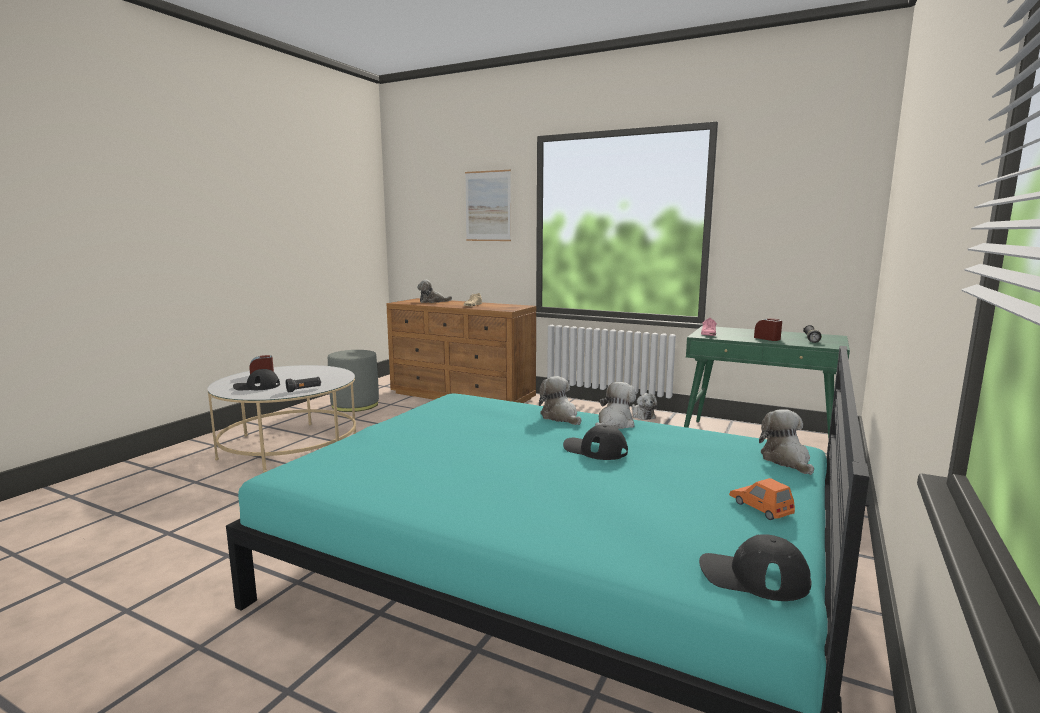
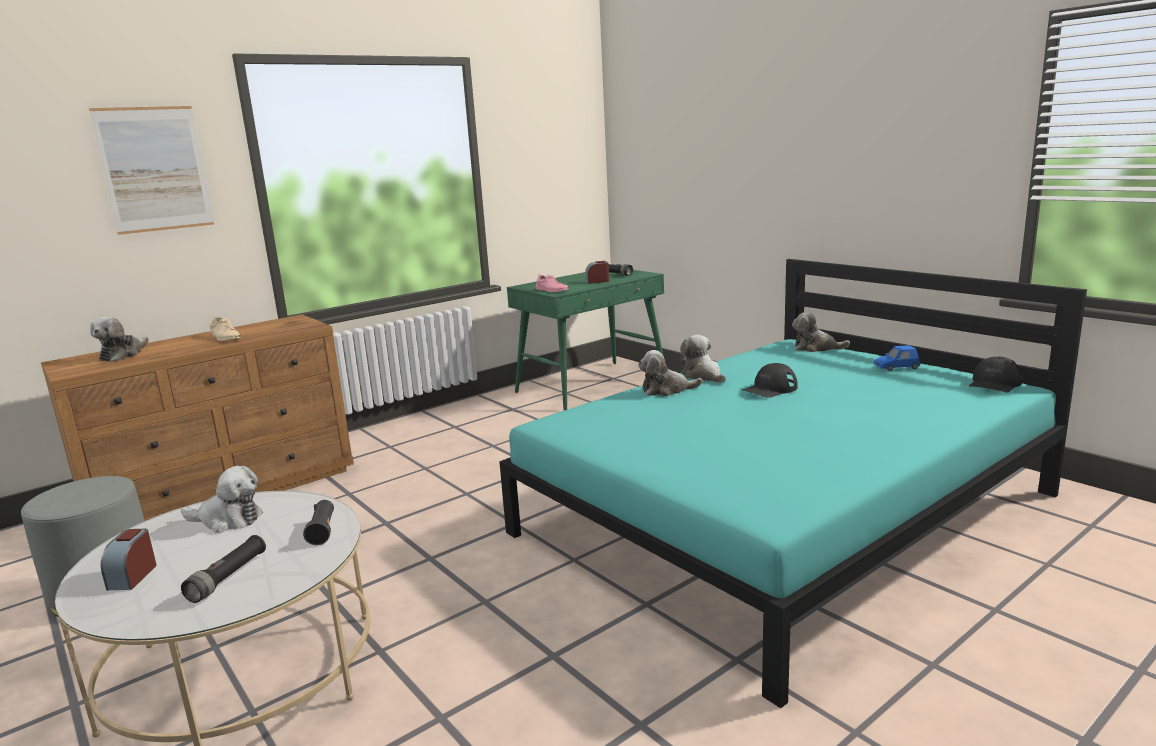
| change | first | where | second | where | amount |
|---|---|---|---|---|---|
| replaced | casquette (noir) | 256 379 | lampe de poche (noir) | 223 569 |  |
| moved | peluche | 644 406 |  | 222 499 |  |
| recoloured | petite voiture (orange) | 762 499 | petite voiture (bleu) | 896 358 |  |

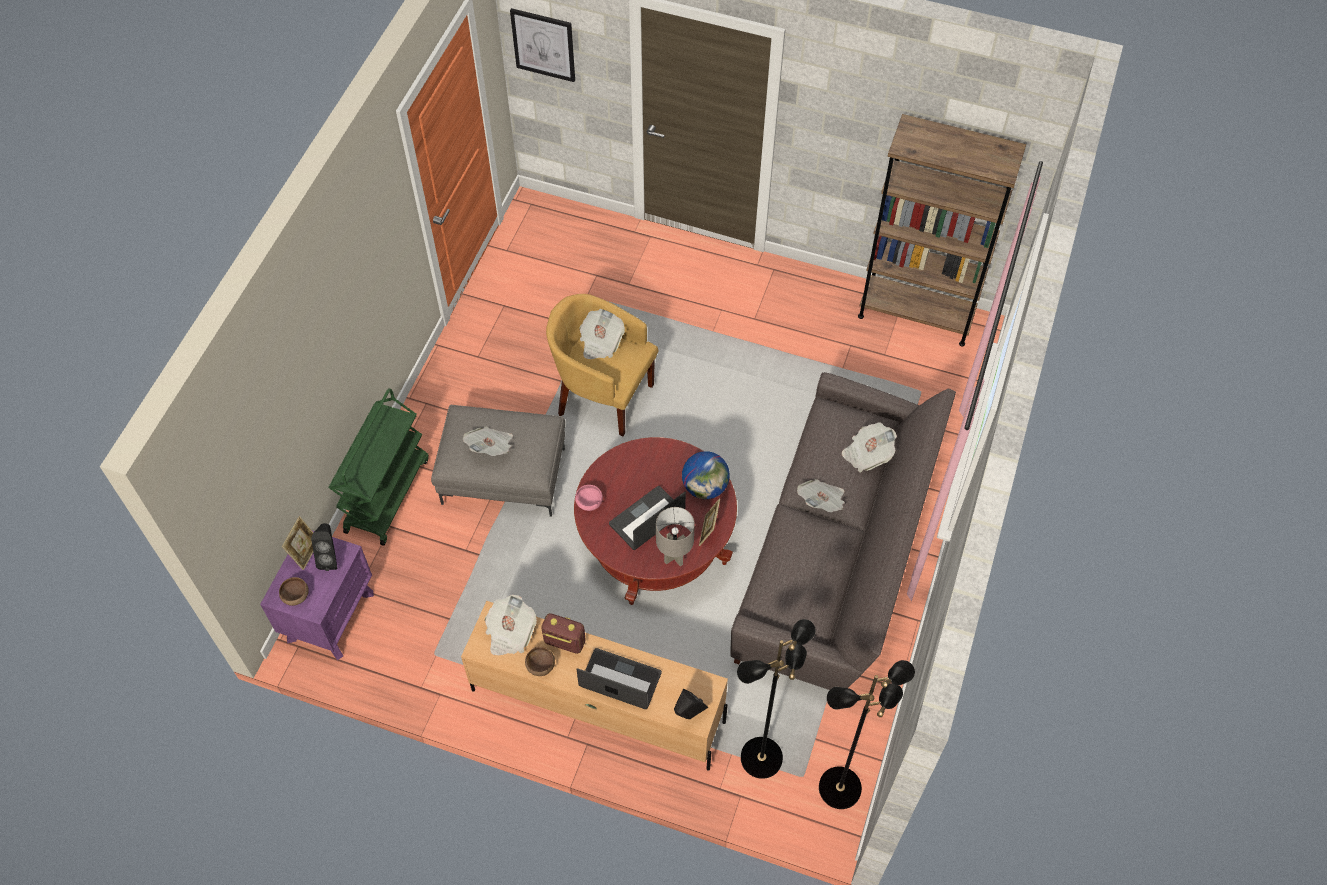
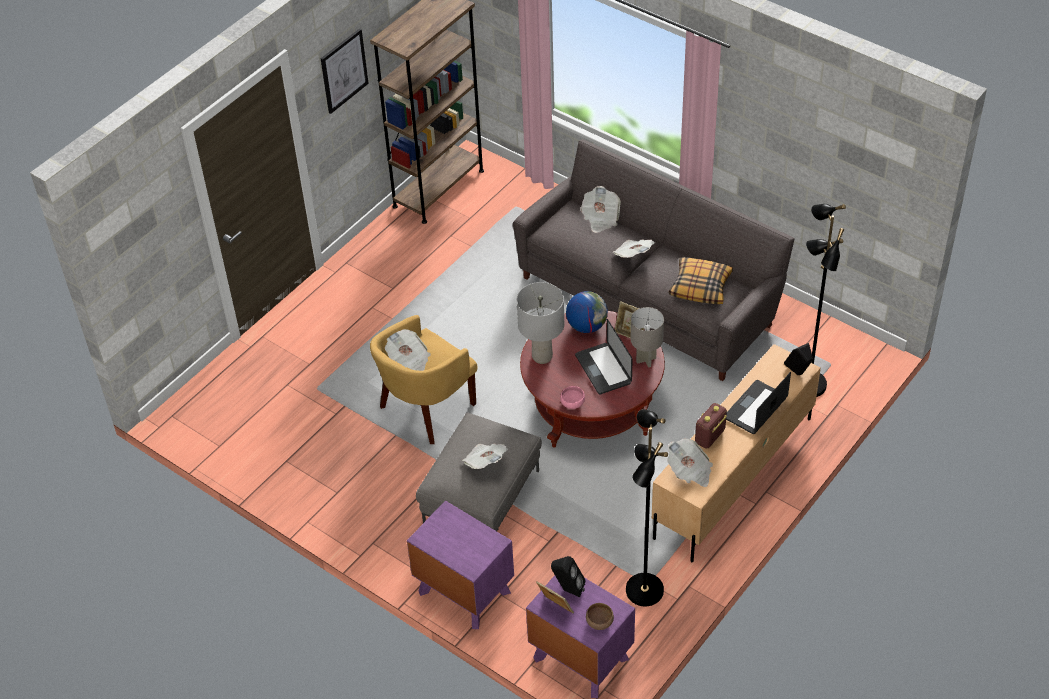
| change | first | where | second | where | amount |
|---|---|---|---|---|---|
| moved | tableau | 542 45 |  | 345 71 |  |
| replaced | chariot (vert) | 379 467 | table de chevet (violet) | 460 565 |  |
| removed | bol (marron) | 540 661 |  |  |  |
| moved | lampadaire (noir) | 867 734 |  | 647 507 |  |
| added |  |  | coussin | 701 280 |  |
| added |  |  | lampe de table (gris) | 540 323 |  |

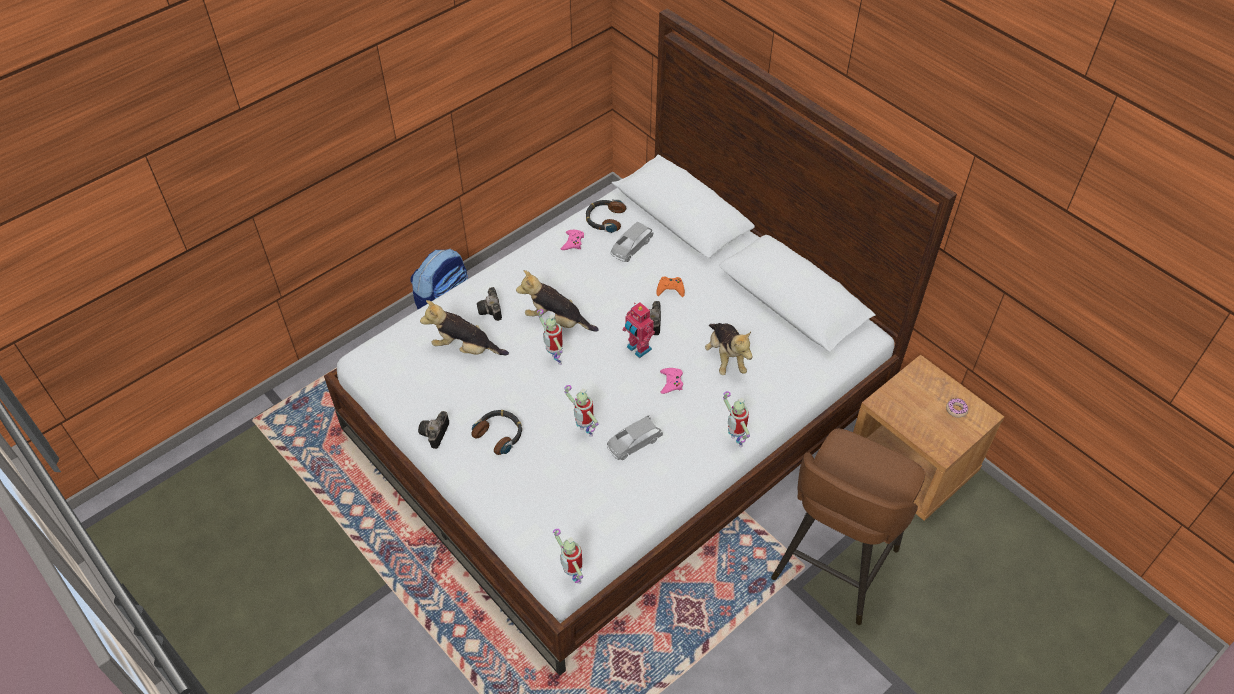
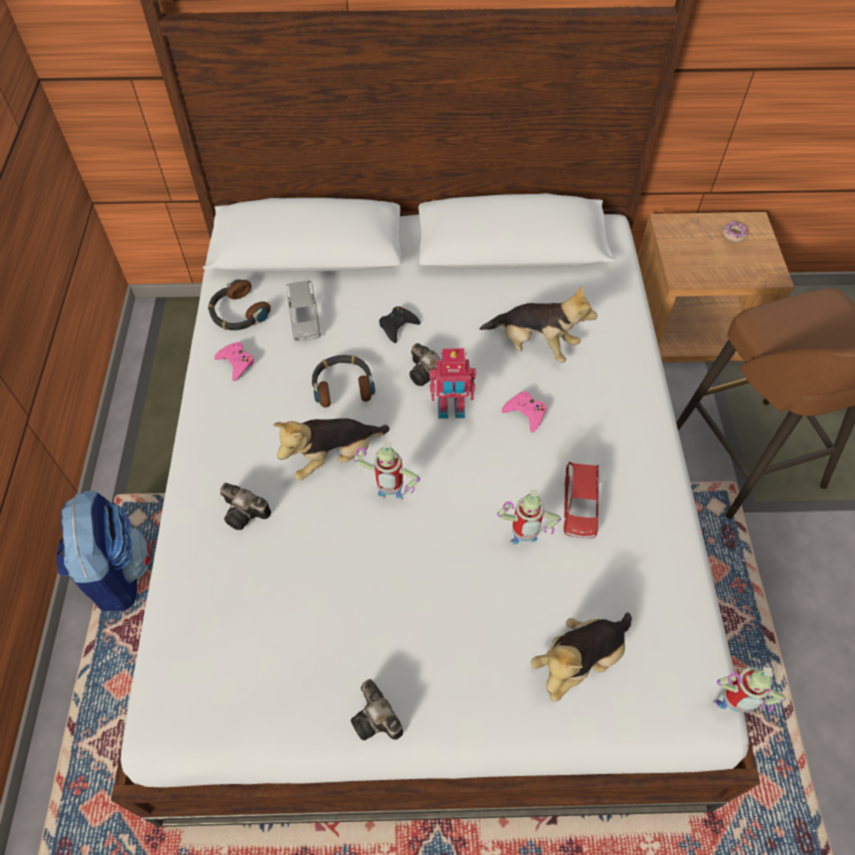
| change | first | where | second | where | amount |
|---|---|---|---|---|---|
| recoloured | manette (orange) | 670 287 | manette (noir) | 399 324 |  |
| moved | peluche | 464 327 |  | 581 657 |  |
| removed | robot jouet | 736 419 |  |  |  |
| moved | casque audio | 496 432 |  | 343 381 |  |
| recoloured | petite voiture (gris) | 635 438 | petite voiture (rouge) | 581 500 |  |

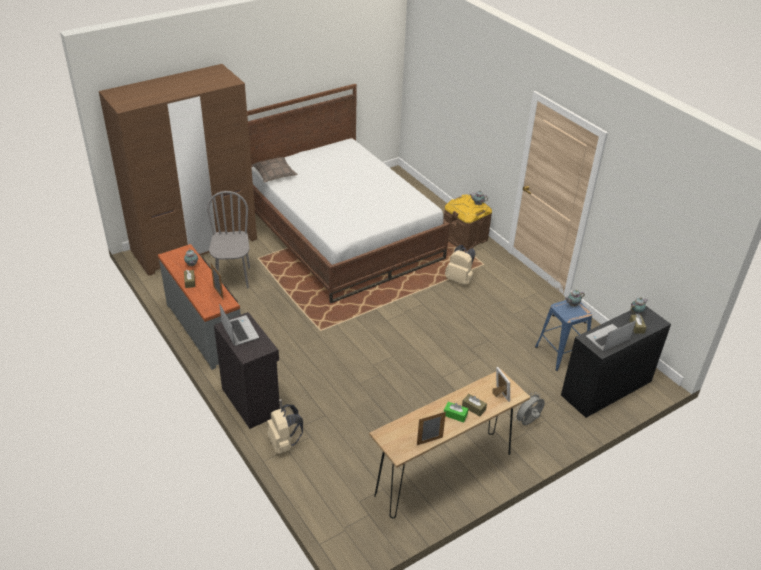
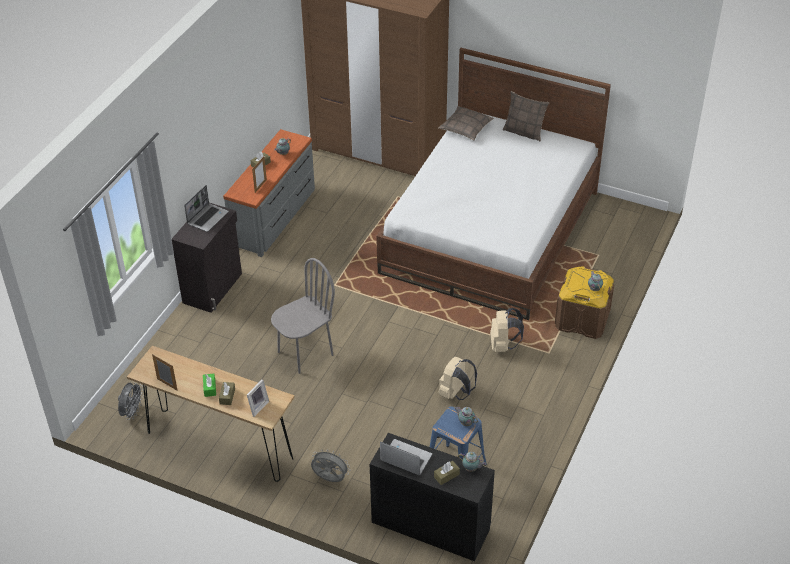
| change | first | where | second | where | amount |
|---|---|---|---|---|---|
| moved | chaise (gris) | 228 240 |  | 303 316 |  |
| moved | sac à dos (beige) | 285 428 |  | 457 378 |  |
| added |  |  | coussin | 526 116 |  |
| added |  |  | ventilateur (gris) | 130 401 |  |

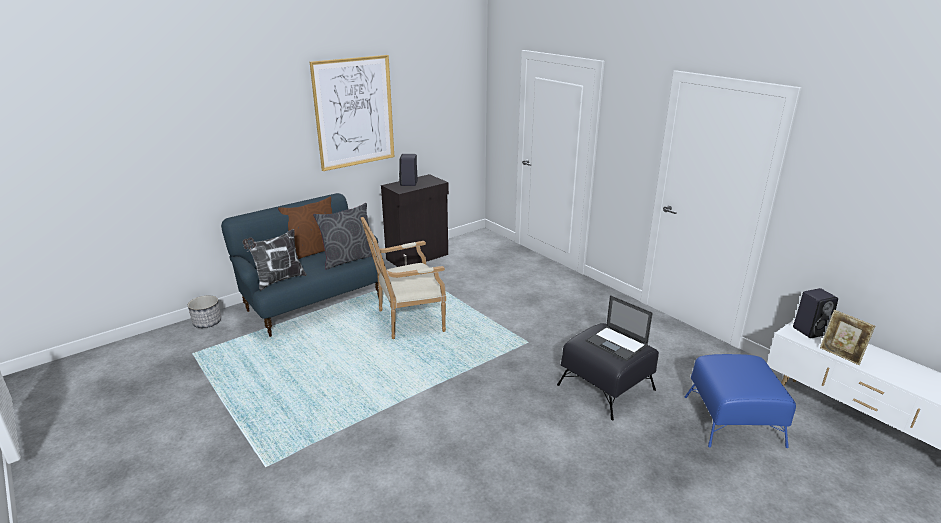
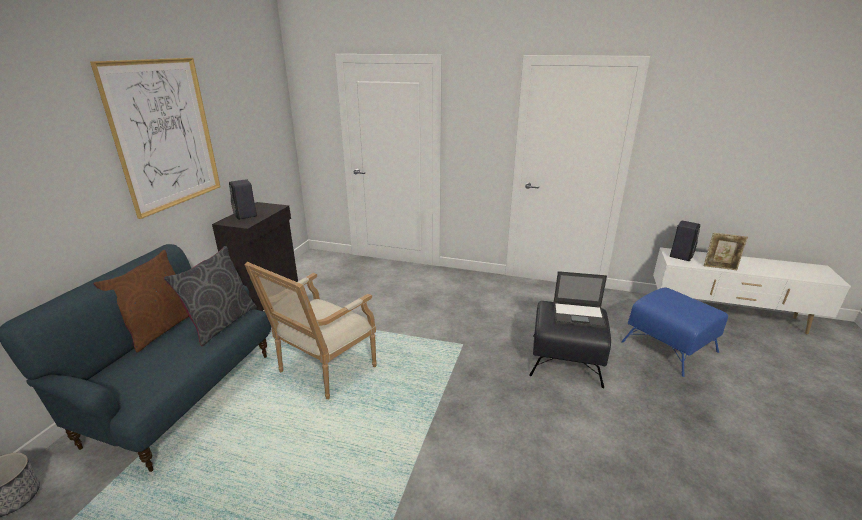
| change | first | where | second | where | amount |
|---|---|---|---|---|---|
| removed | coussin | 275 259 |  |  |  |

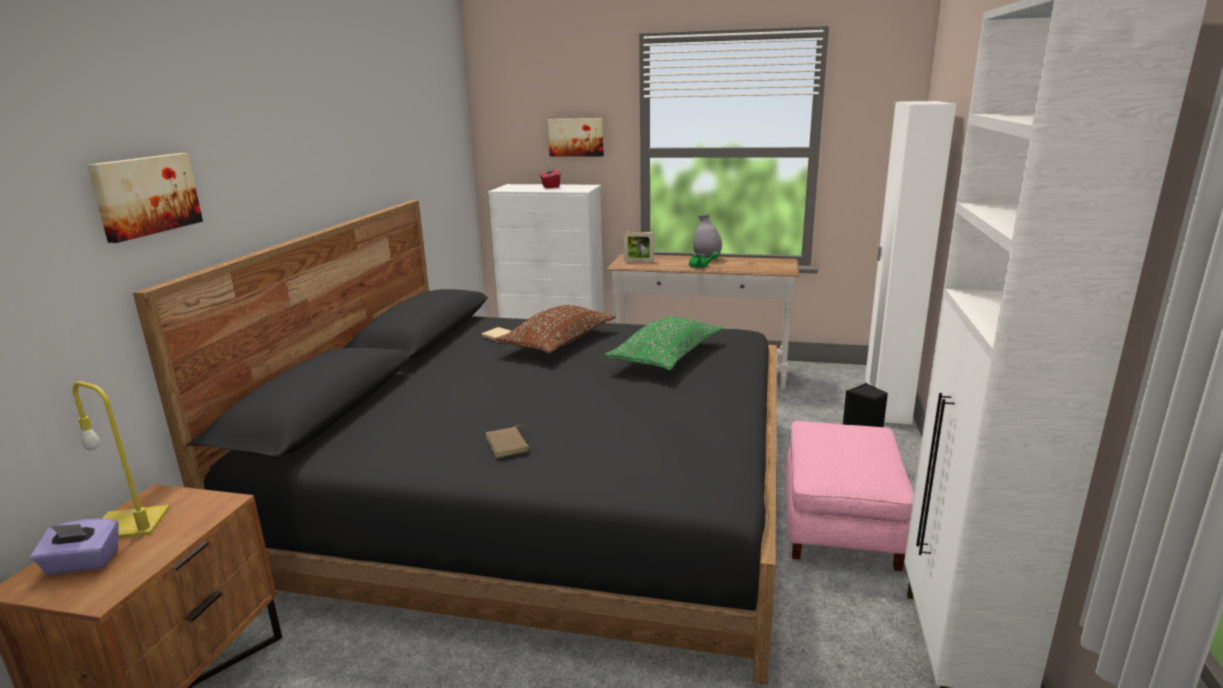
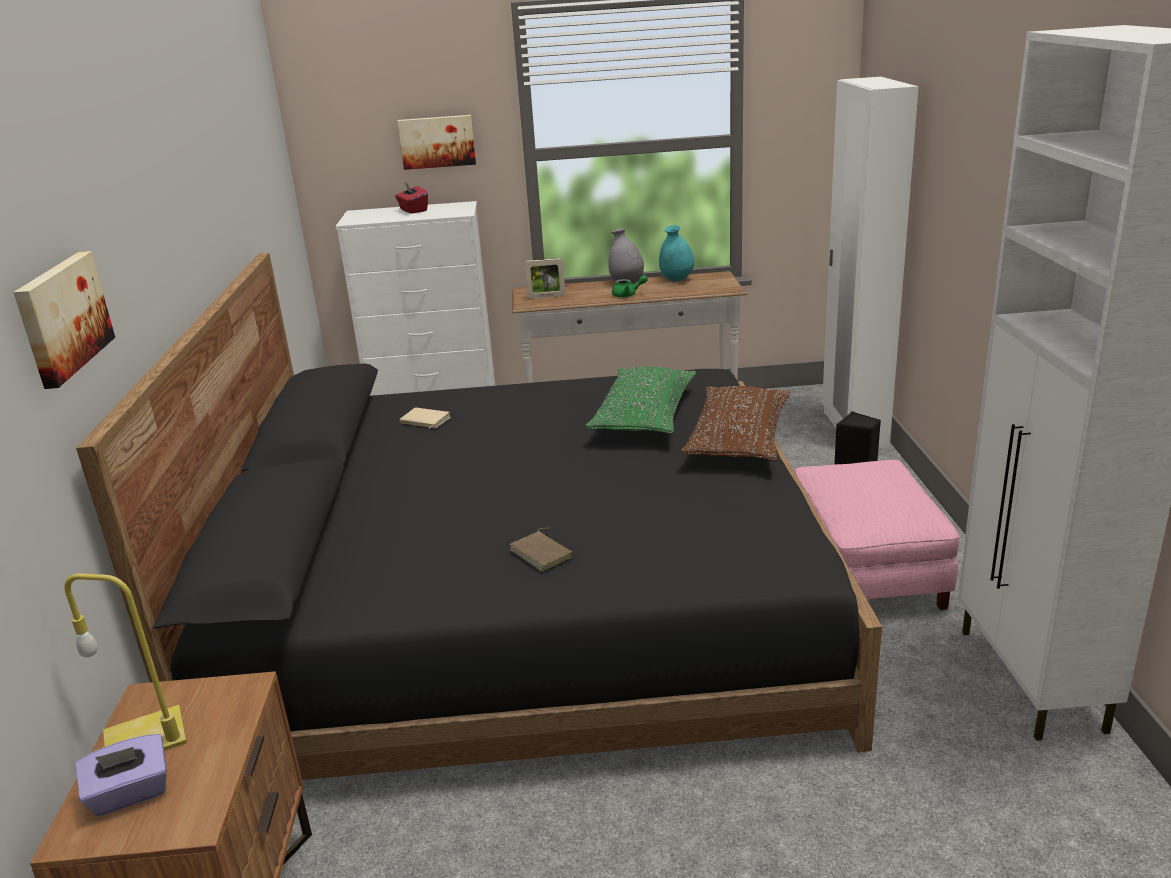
| change | first | where | second | where | amount |
|---|---|---|---|---|---|
| moved | coussin (marron) | 555 329 |  | 735 423 |  |
| added |  |  | vase (turquoise) | 677 253 |  |

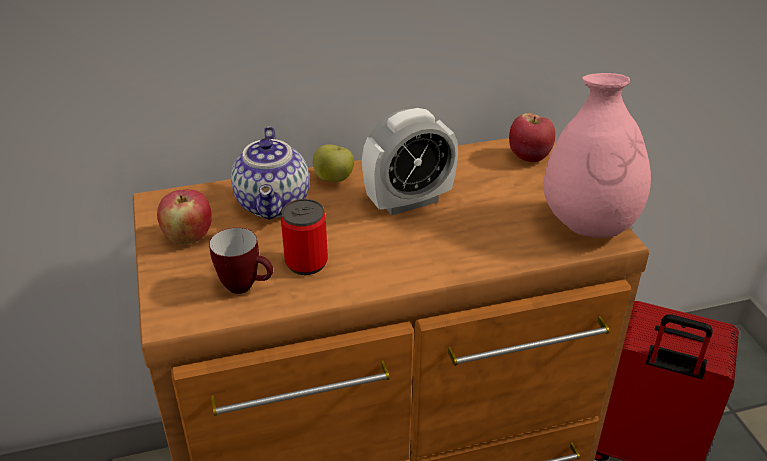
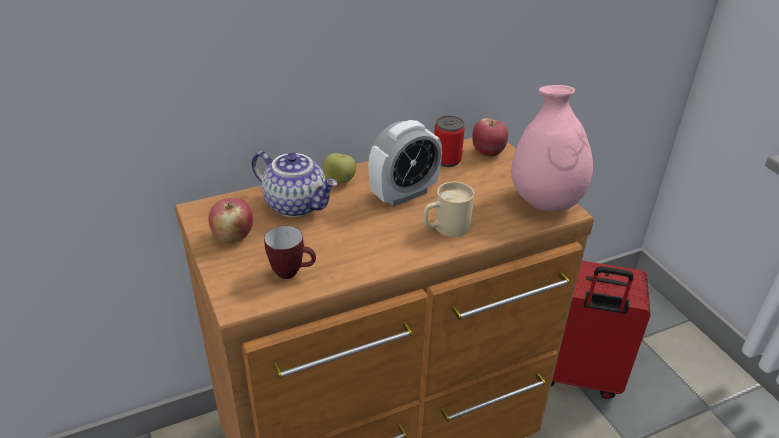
| change | first | where | second | where | amount |
|---|---|---|---|---|---|
| turned | théière | 270 173 |  | 295 184 | 45 degrees counterclockwise |
| moved | boîte métallique | 304 237 |  | 449 141 |  |
| added |  |  | mug (beige) | 448 209 |  |

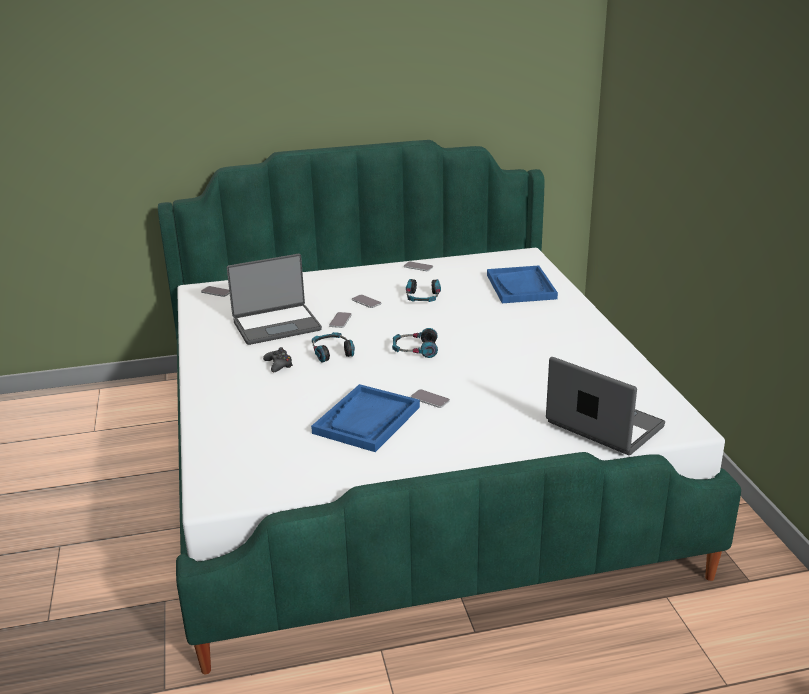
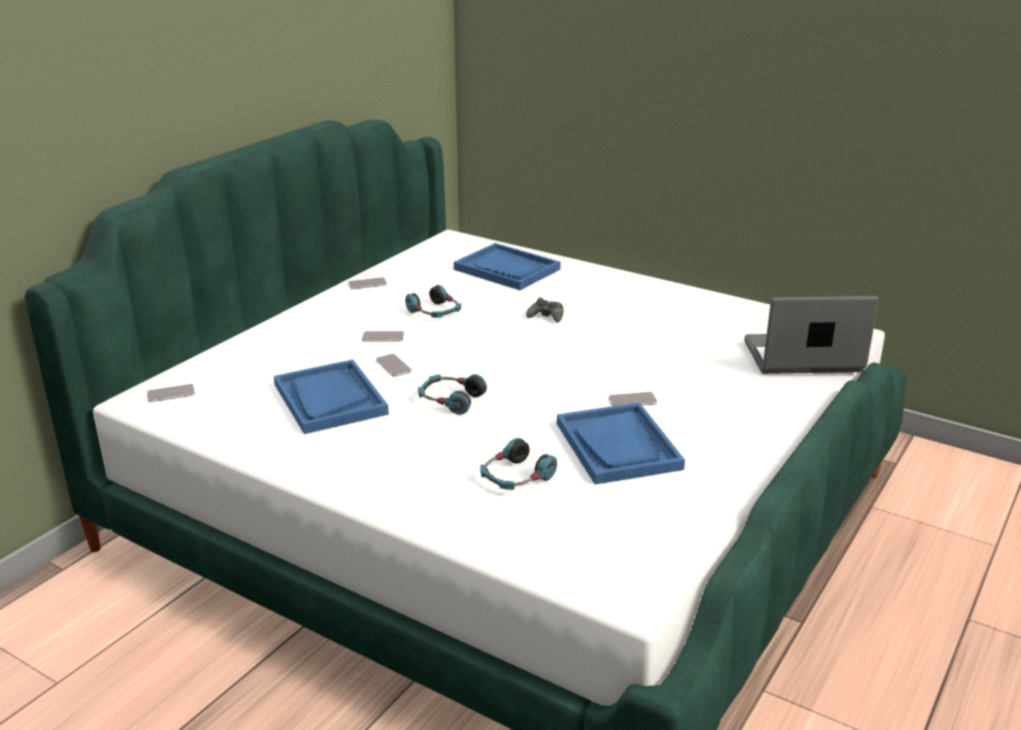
| change | first | where | second | where | amount |
|---|---|---|---|---|---|
| replaced | ordinateur portable | 274 299 | plateau (bleu) | 331 396 |  |
| moved | casque audio | 415 343 |  | 518 464 |  |
| moved | manette (noir) | 278 359 |  | 545 310 |  |

